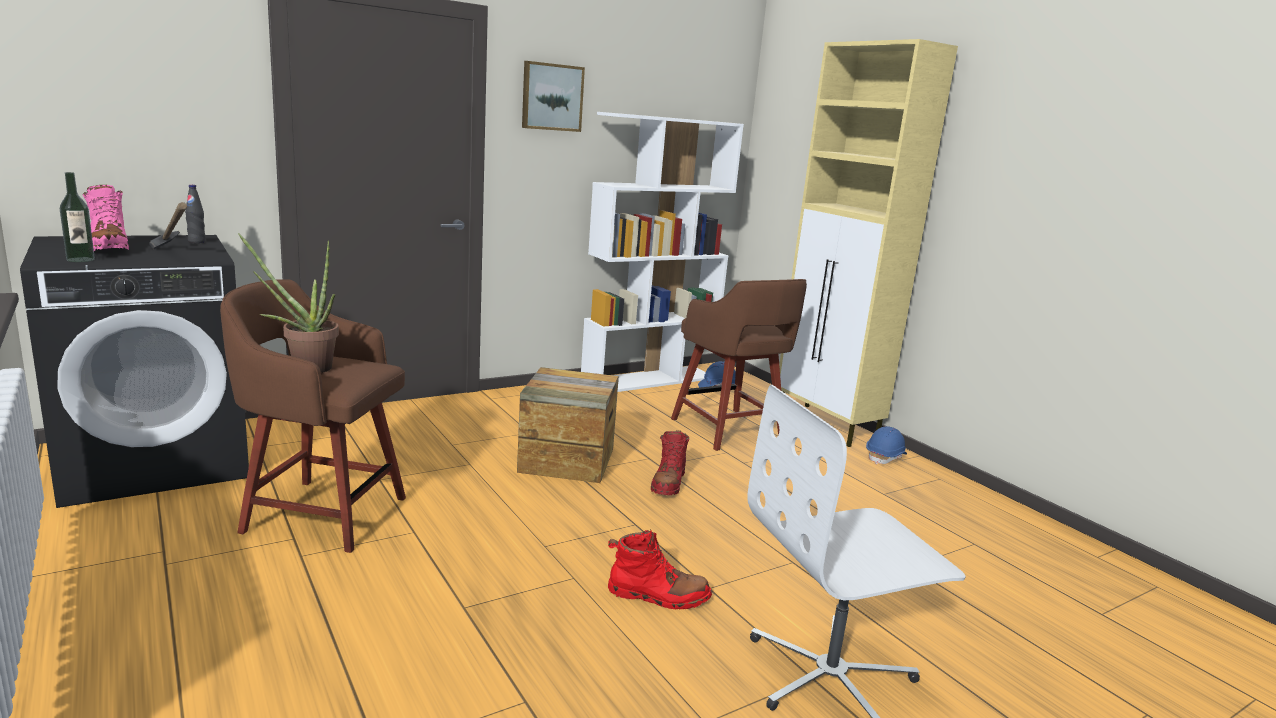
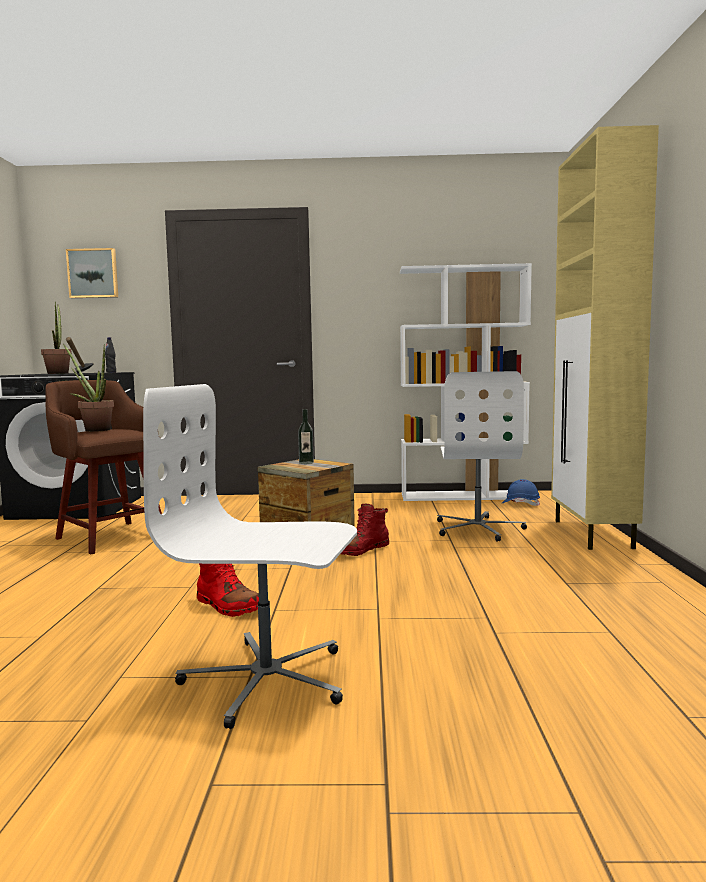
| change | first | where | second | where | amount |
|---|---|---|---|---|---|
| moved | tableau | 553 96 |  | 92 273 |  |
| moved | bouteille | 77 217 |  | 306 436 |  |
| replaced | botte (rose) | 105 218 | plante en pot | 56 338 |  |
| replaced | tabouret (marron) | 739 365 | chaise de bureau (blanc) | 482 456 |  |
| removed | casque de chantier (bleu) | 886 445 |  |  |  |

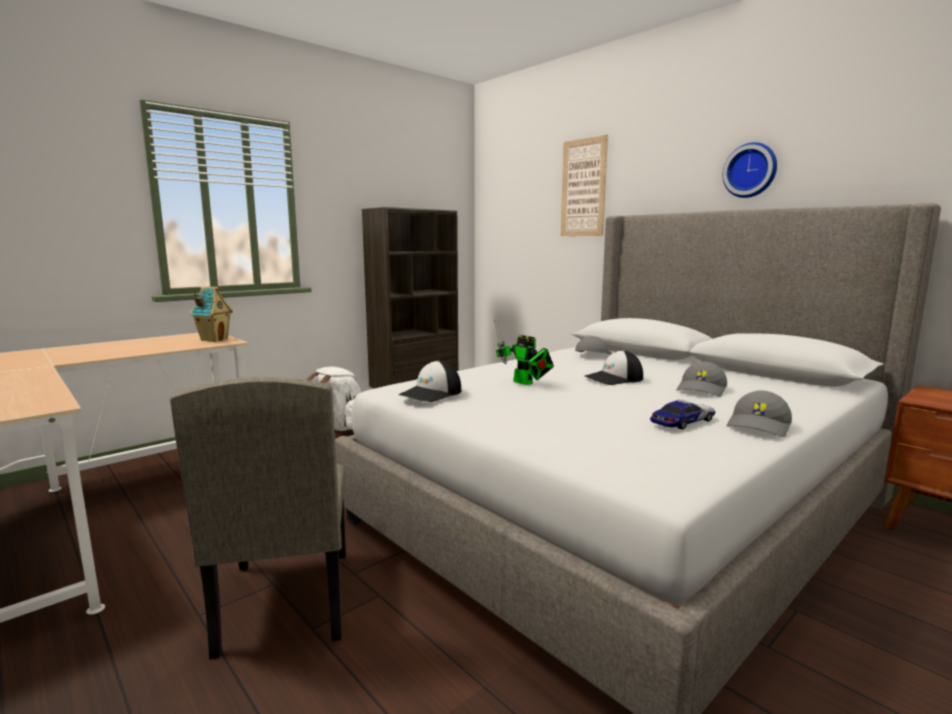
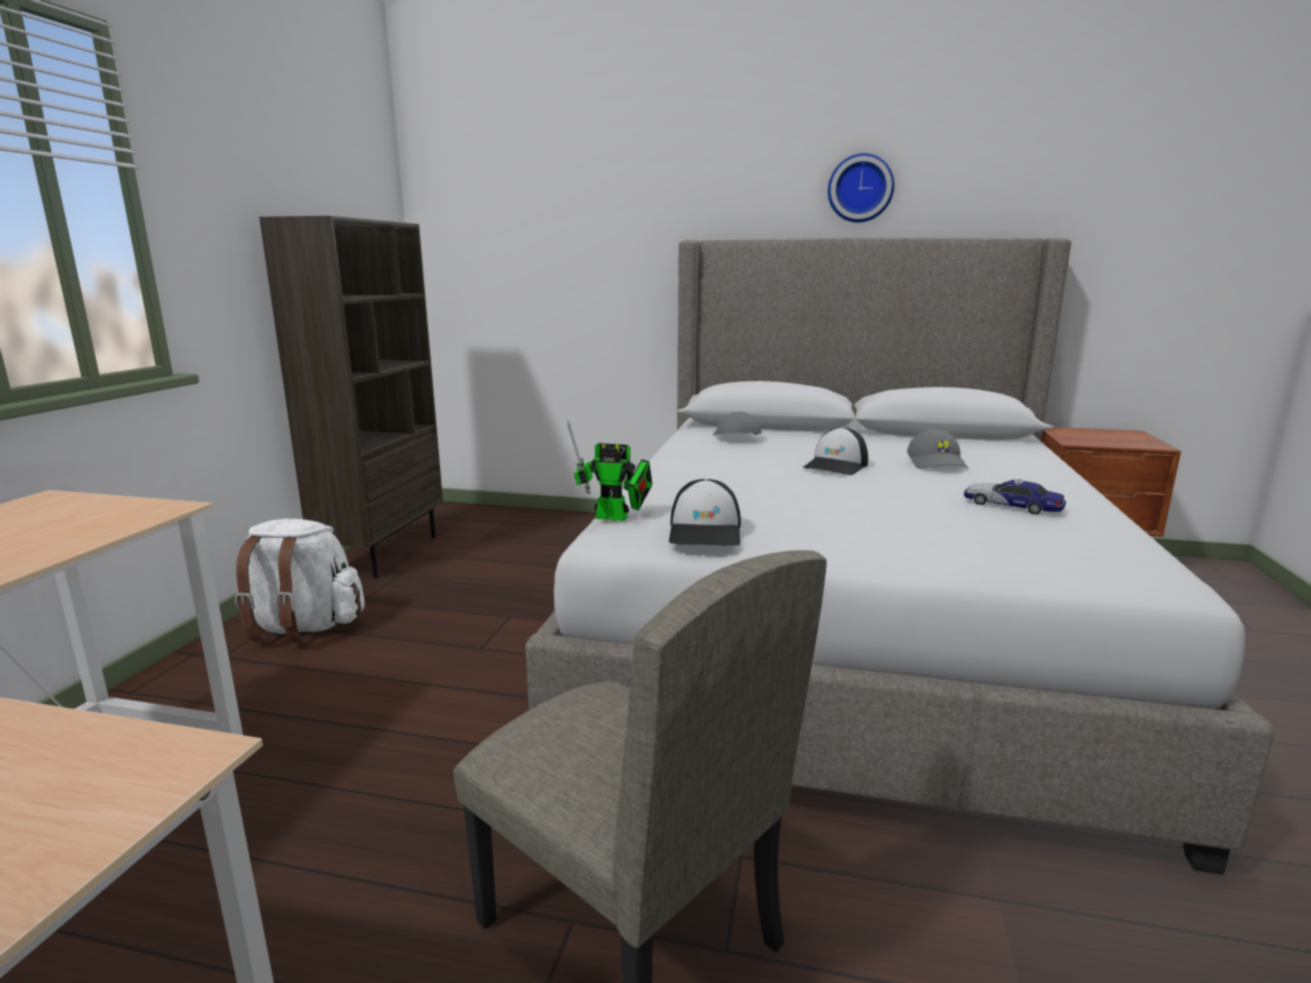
| change | first | where | second | where | amount |
|---|---|---|---|---|---|
| removed | tableau | 584 185 |  |  |  |
| removed | maison miniature | 211 314 |  |  |  |
| moved | robot jouet | 524 351 |  | 609 470 |  |
| removed | casquette (gris) | 759 414 |  |  |  |
| turned | petite voiture | 683 414 |  | 1015 496 | 75 degrees counterclockwise |

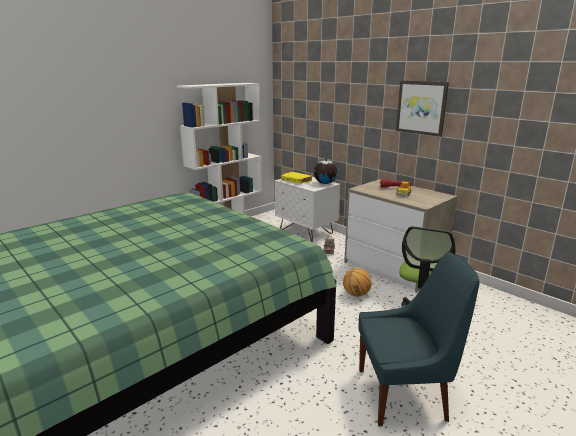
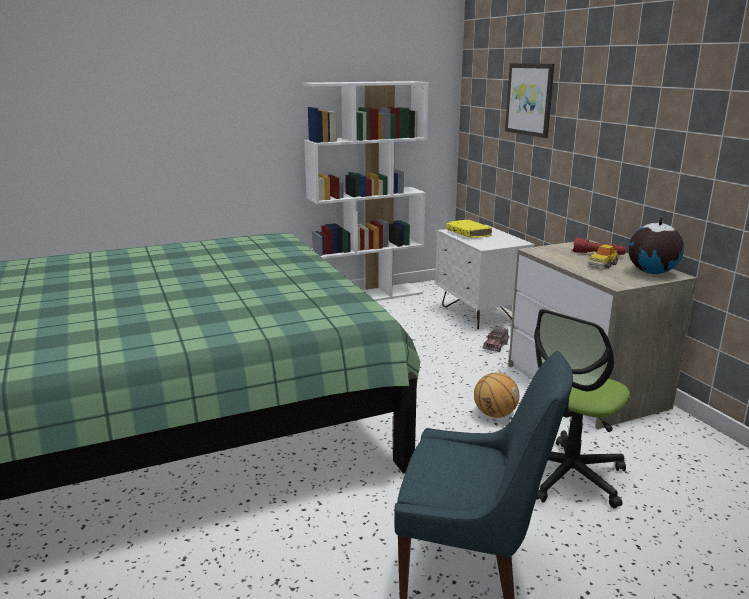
| change | first | where | second | where | amount |
|---|---|---|---|---|---|
| moved | tableau | 422 108 |  | 530 100 |  |
| moved | globe | 326 170 |  | 656 245 |  |

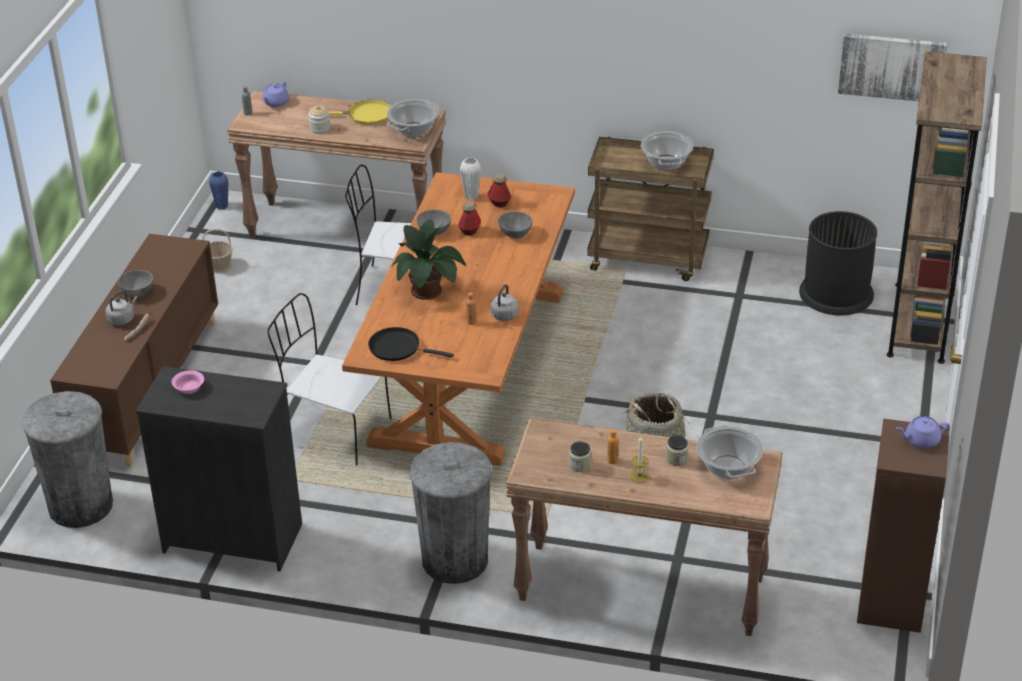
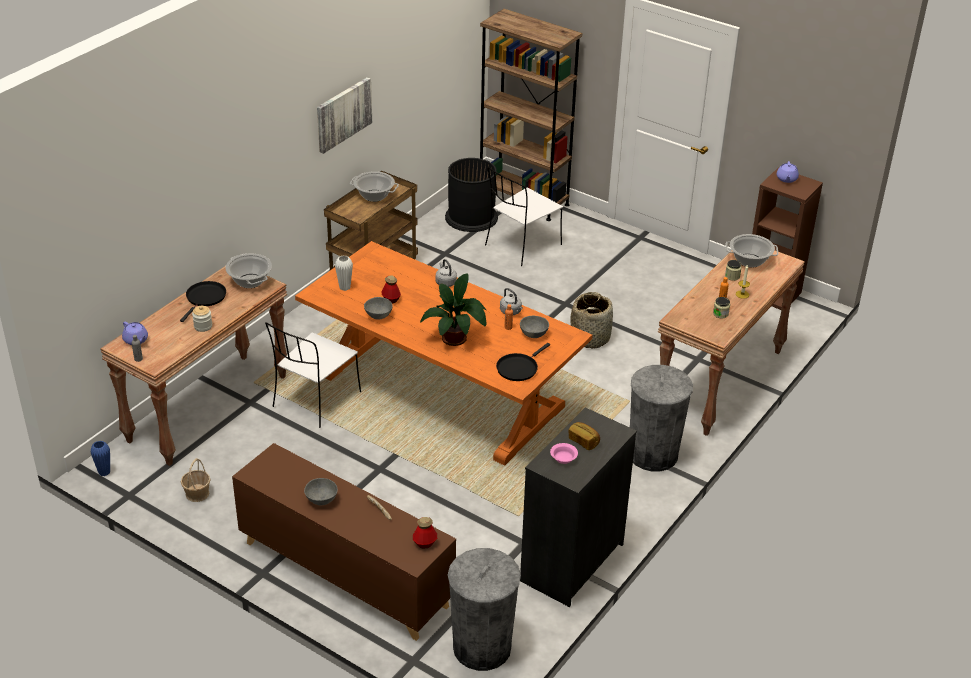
| change | first | where | second | where | amount |
|---|---|---|---|---|---|
| moved | tableau | 893 67 |  | 344 115 |  |
| recoloured | poêle (jaune) | 359 112 | poêle (noir) | 203 301 |  |
| moved | bouteille | 499 190 |  | 425 533 |  |
| moved | bol (gris) | 515 225 |  | 534 327 |  |
| moved | bouilloire (gris) | 122 308 |  | 446 273 |  |
| moved | chaise (blanc) | 329 379 |  | 524 216 |  |
| added |  |  | pain | 584 436 |  |

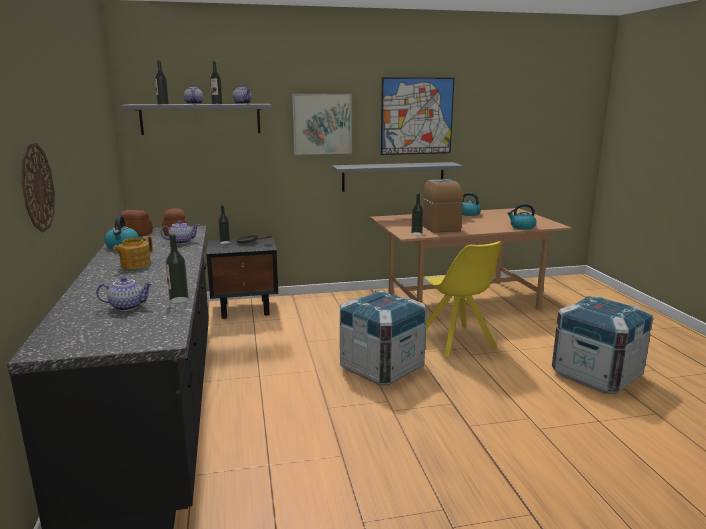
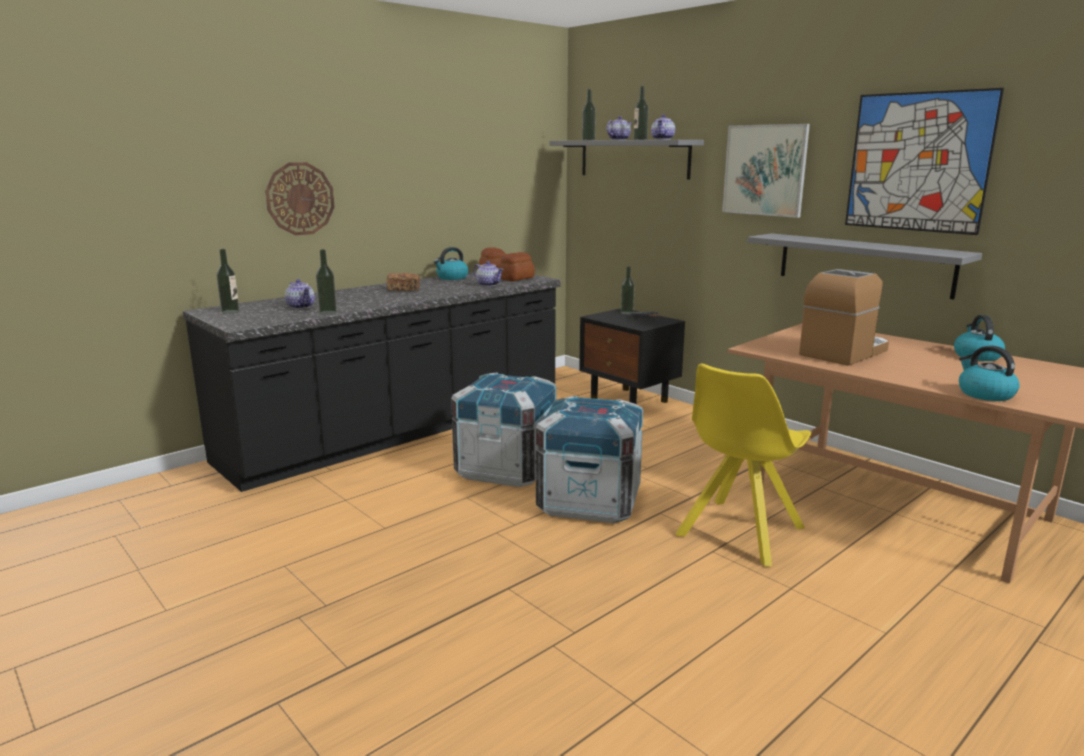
| change | first | where | second | where | amount |
|---|---|---|---|---|---|
| moved | bouteille | 417 214 |  | 228 281 |  |
| replaced | théière | 133 252 | pain | 403 282 |  |
| moved | caisse | 602 345 |  | 504 430 |  |

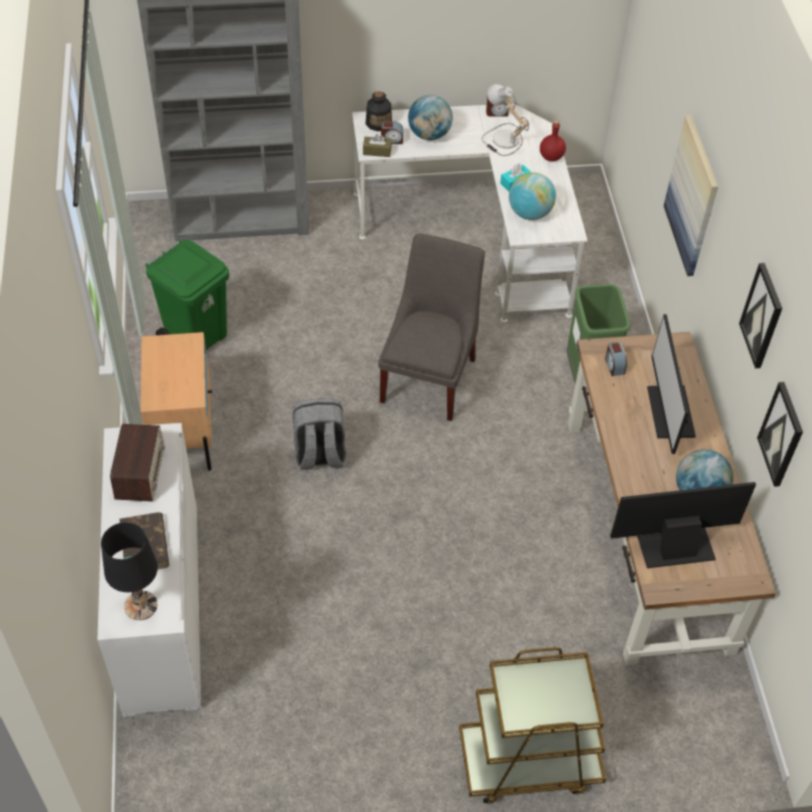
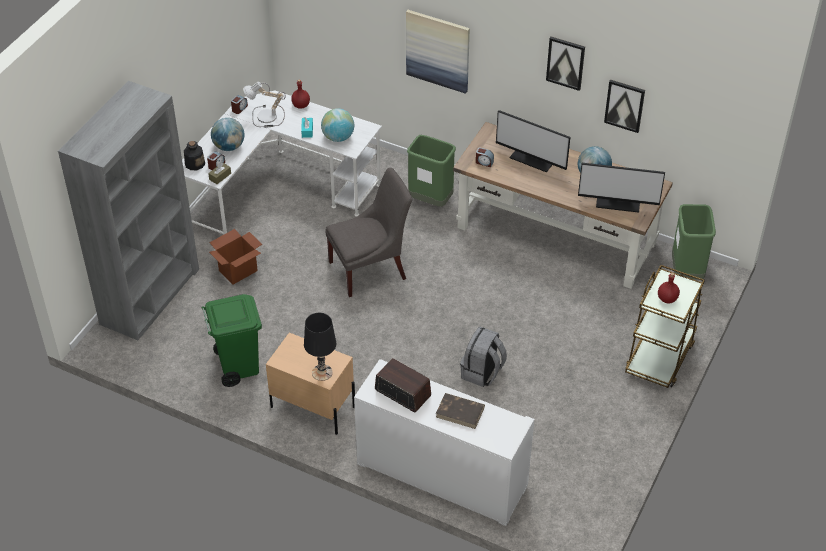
| change | first | where | second | where | amount |
|---|---|---|---|---|---|
| turned | chaise (gris) | 431 327 |  | 368 232 | 105 degrees clockwise |
| moved | sac à dos (gris) | 319 434 |  | 483 356 |  |
| turned | écran d'ordinateur | 683 525 |  | 621 188 | 105 degrees counterclockwise |
| moved | lampe de table (noir) | 129 571 |  | 320 347 |  |
| added |  |  | poubelle (vert) | 694 242 |  |
| added |  |  | carton | 235 257 |  |
| added |  |  | bouteille (rouge) | 669 288 |  |

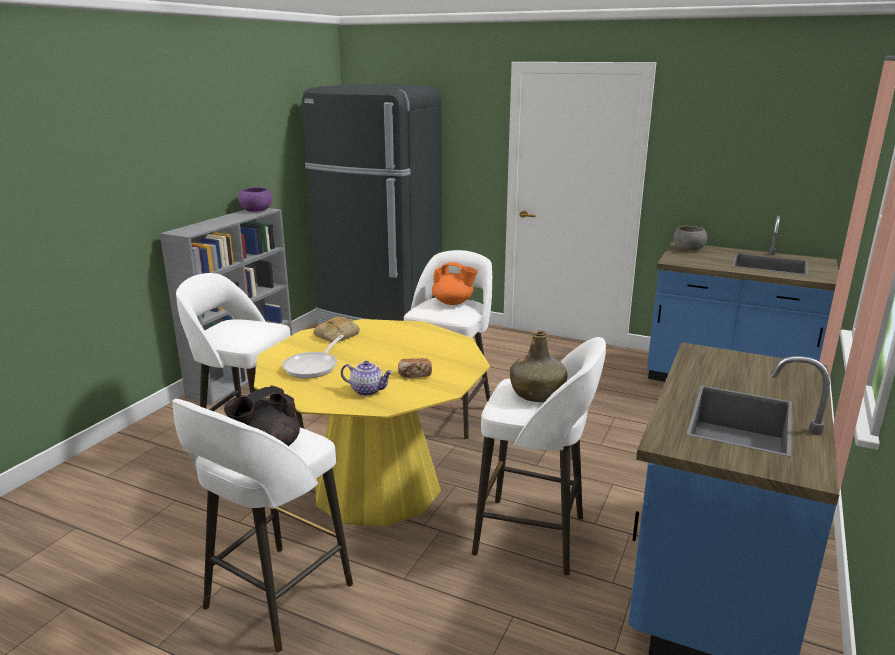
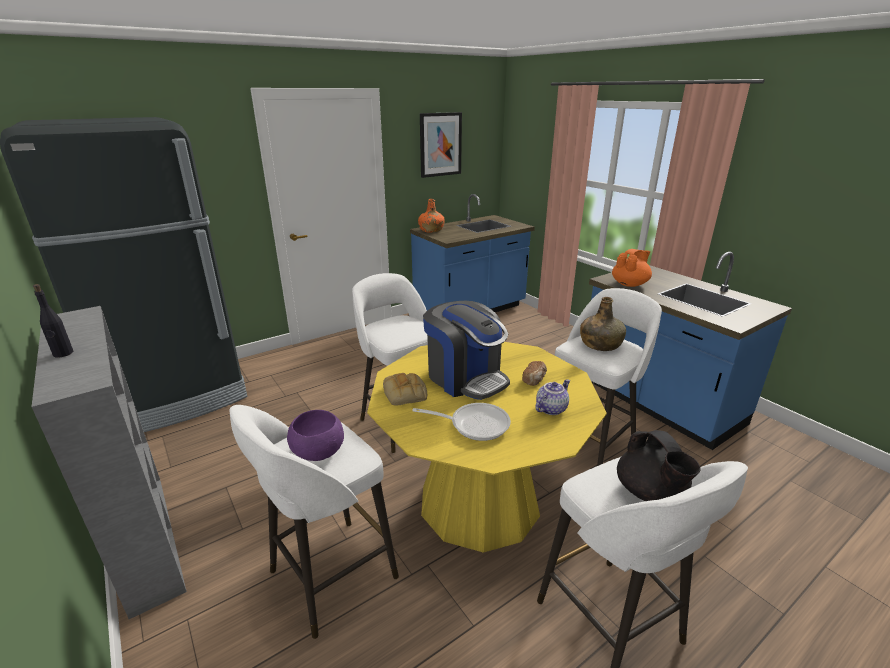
| change | first | where | second | where | amount |
|---|---|---|---|---|---|
| moved | bol (violet) | 255 199 |  | 315 435 |  |
| replaced | bol (gris) | 690 238 | bouteille (orange) | 431 216 |  |
| moved | théière (orange) | 455 283 |  | 632 268 |  |
| turned | poêle | 313 357 |  | 461 422 | 45 degrees counterclockwise |
| added |  |  | tableau | 441 145 |  |
| added |  |  | bouteille (noir) | 53 321 |  |
| added |  |  | machine à café | 466 350 |  |

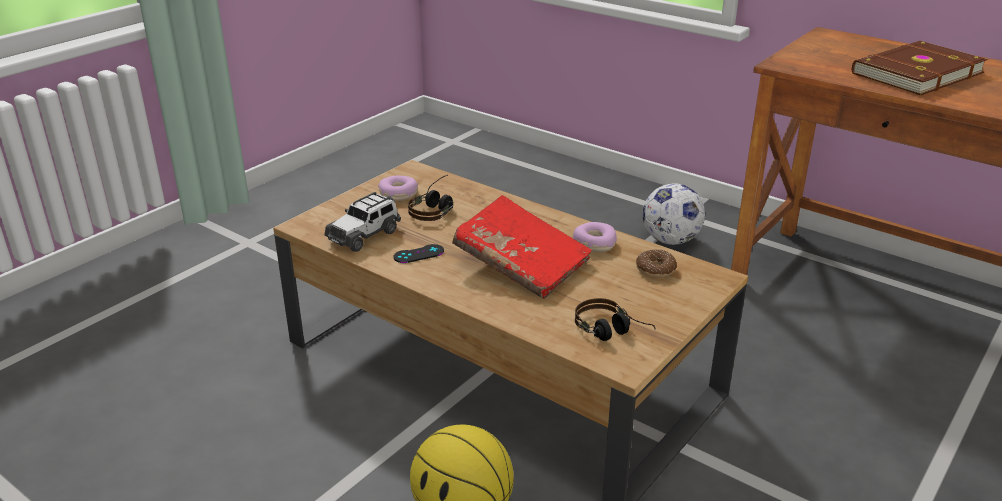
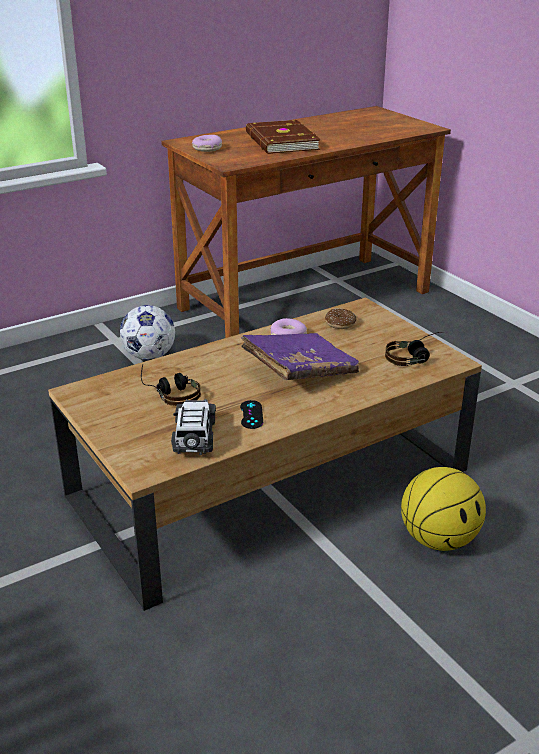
| change | first | where | second | where | amount |
|---|---|---|---|---|---|
| moved | beignet | 398 188 |  | 207 143 |  |
| turned | petite voiture | 362 222 |  | 193 427 | 150 degrees counterclockwise |
| recoloured | livre (rouge) | 522 247 | livre (violet) | 300 356 |  |

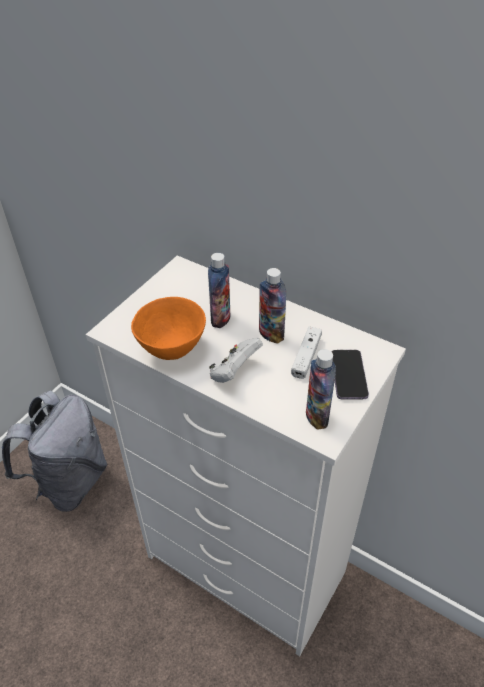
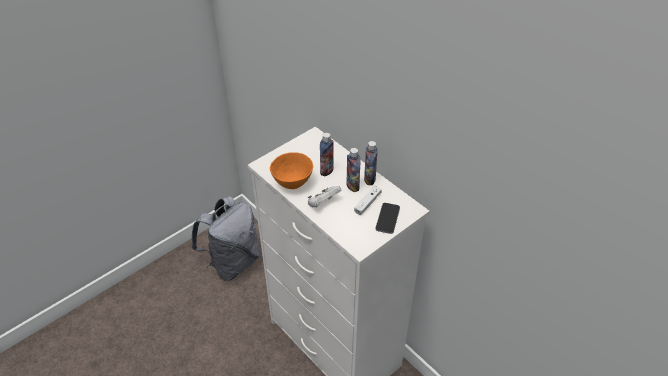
| change | first | where | second | where | amount |
|---|---|---|---|---|---|
| moved | bouteille | 321 389 |  | 371 163 |  |

